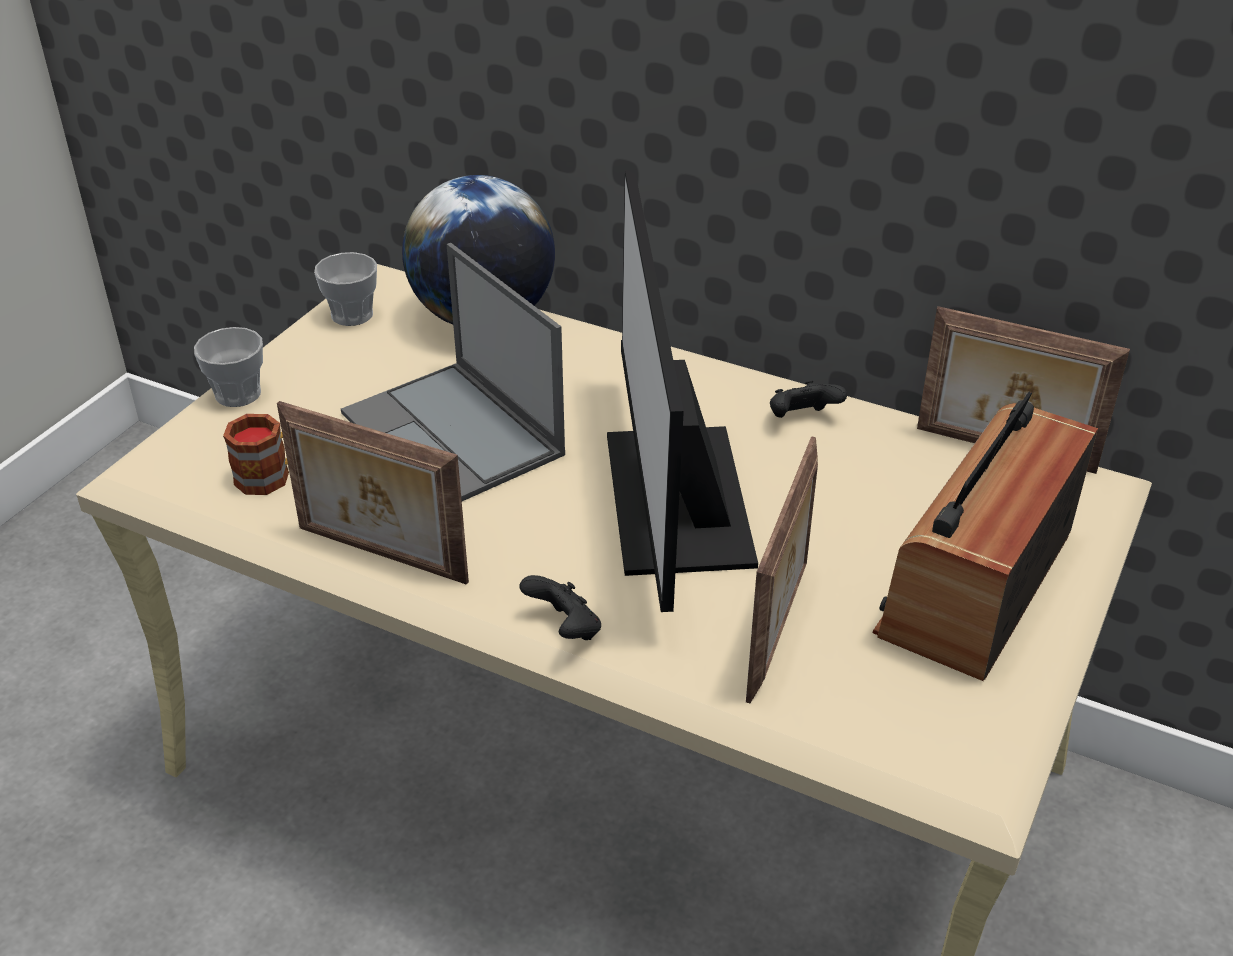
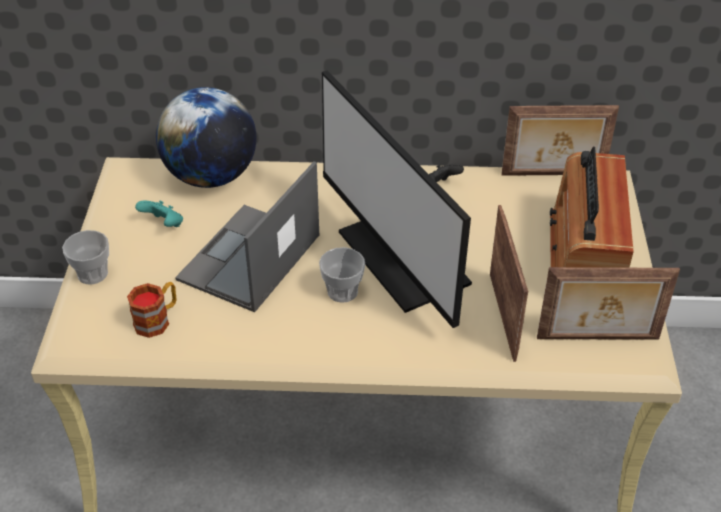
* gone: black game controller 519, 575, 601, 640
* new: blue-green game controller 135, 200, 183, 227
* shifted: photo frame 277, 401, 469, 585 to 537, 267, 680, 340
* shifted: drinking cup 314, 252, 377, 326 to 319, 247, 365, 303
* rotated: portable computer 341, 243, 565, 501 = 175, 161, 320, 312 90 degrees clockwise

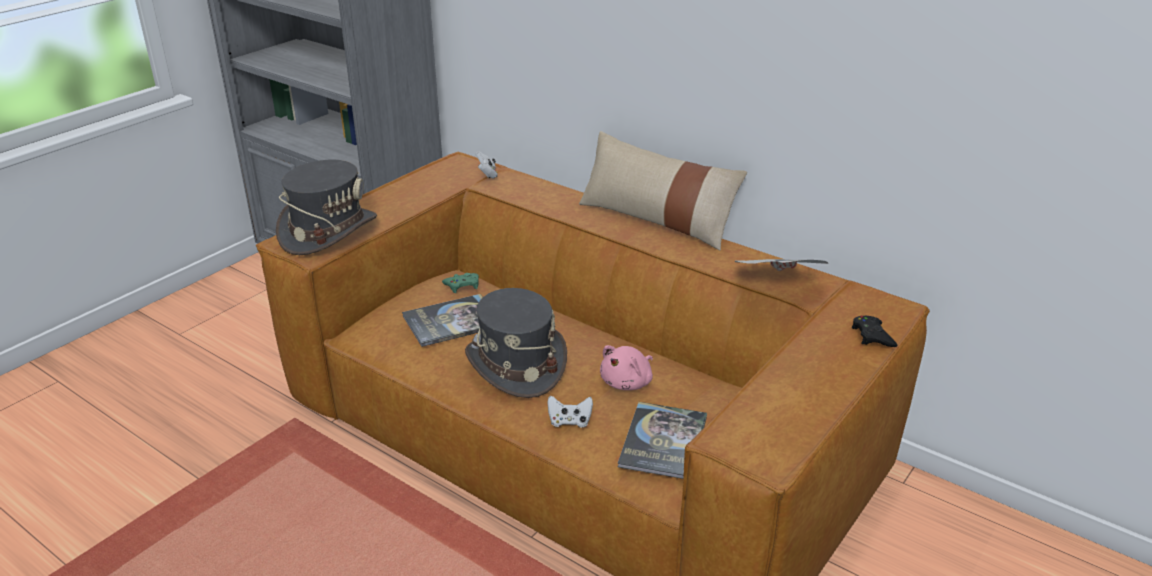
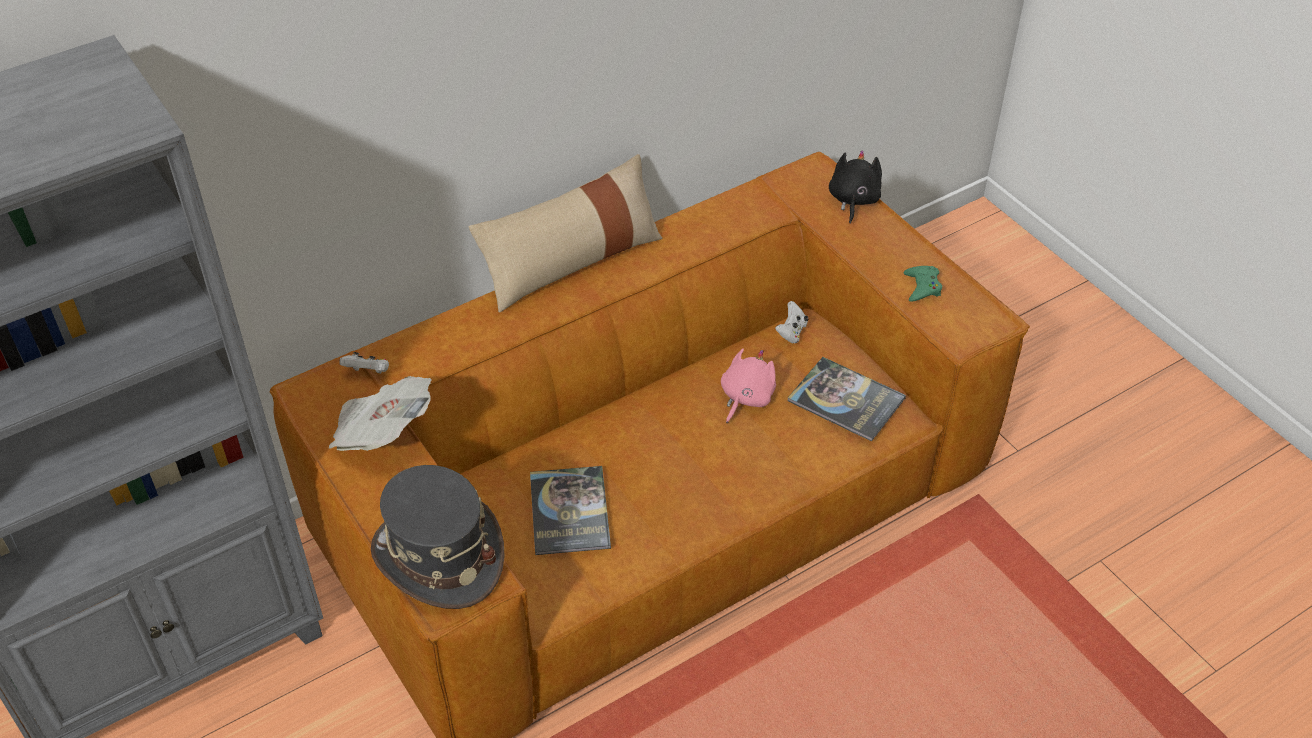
* gone: greyish hat 465, 288, 567, 398
* shifted: green game controller 442, 273, 479, 293 to 903, 266, 942, 302
* shifted: white-coloured game controller 547, 396, 593, 428 to 775, 301, 809, 343
* shifted: printed paper 735, 259, 828, 271 to 329, 376, 431, 451
* swapped: black game controller 852, 316, 898, 347 to black plush toy 829, 150, 882, 224
* rotated: pink plush toy 600, 345, 653, 390 = 721, 349, 776, 423 120 degrees counterclockwise

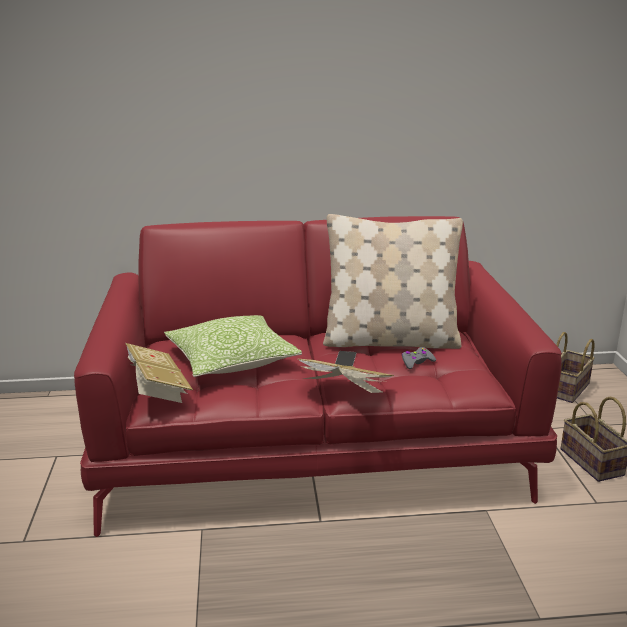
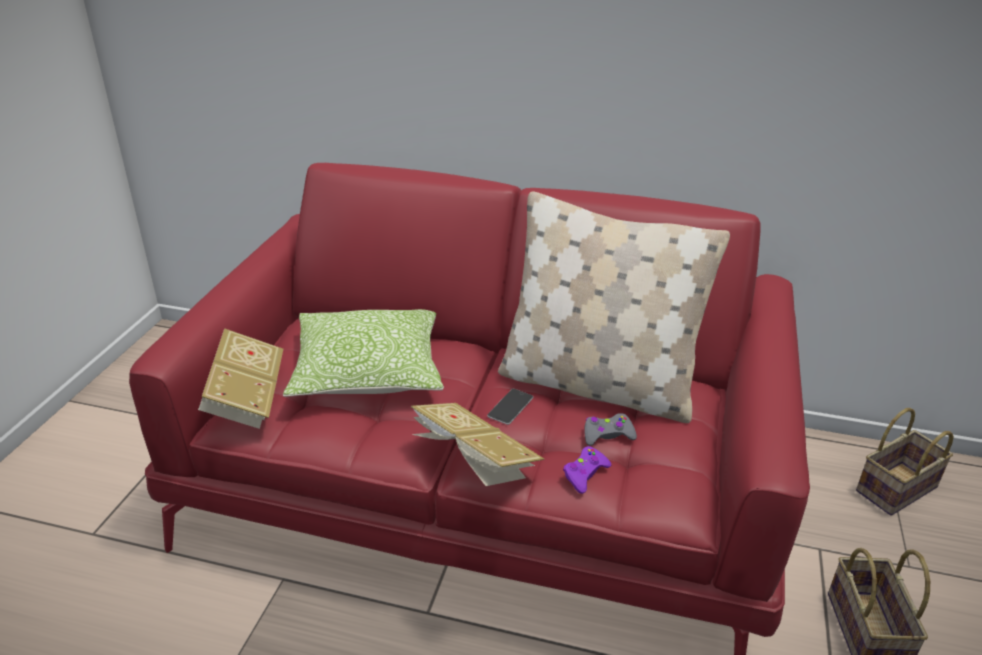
* new: purplish game controller 563, 446, 611, 494

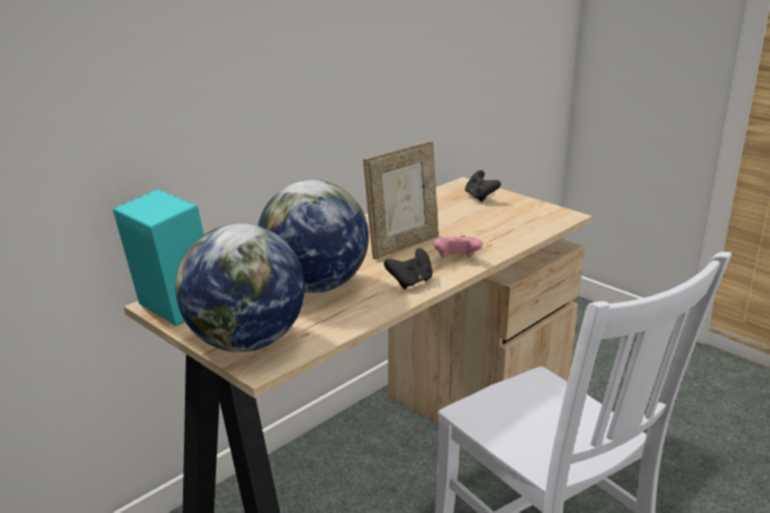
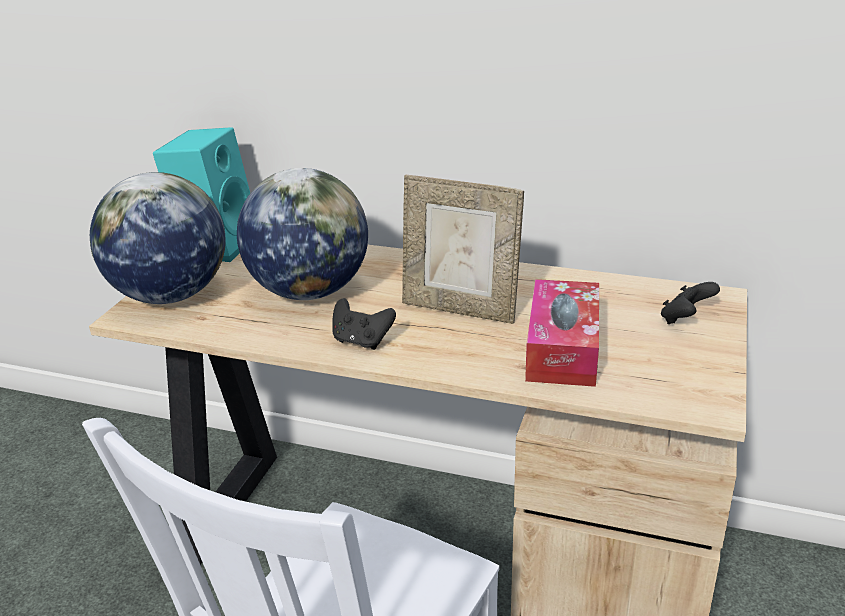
* gone: pink game controller 434, 235, 483, 257
* new: tissue box 525, 279, 599, 387

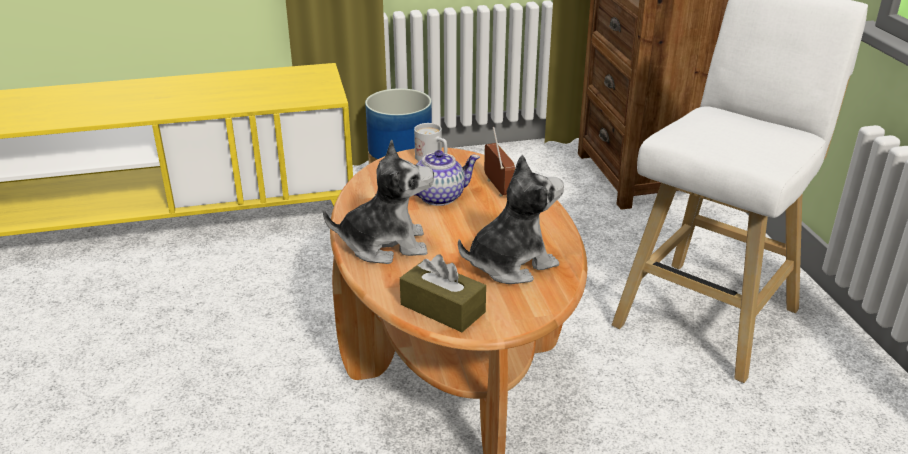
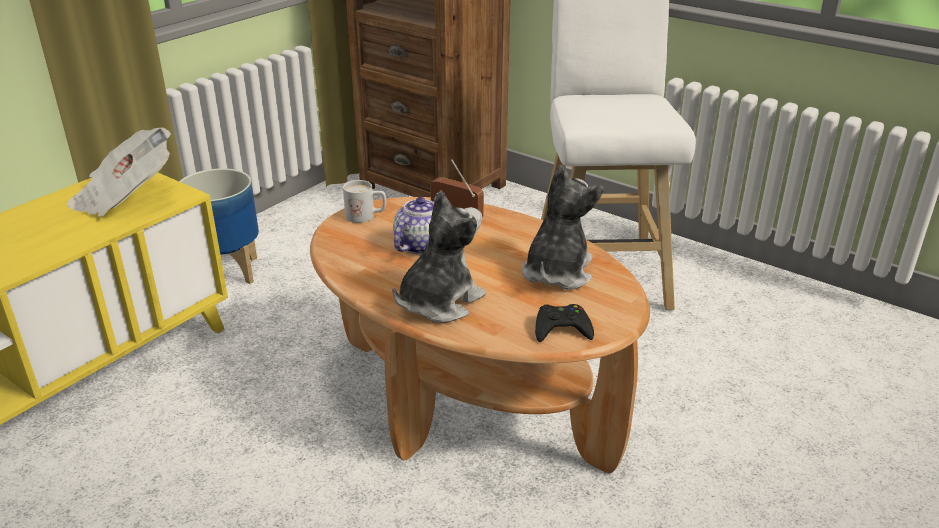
* new: printed paper 67, 127, 171, 217
* swapped: brown tissue box 400, 255, 486, 332 to black game controller 535, 304, 594, 342

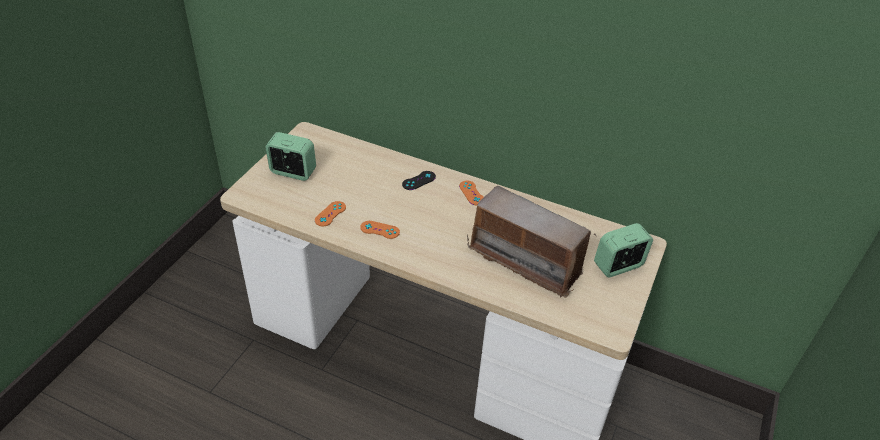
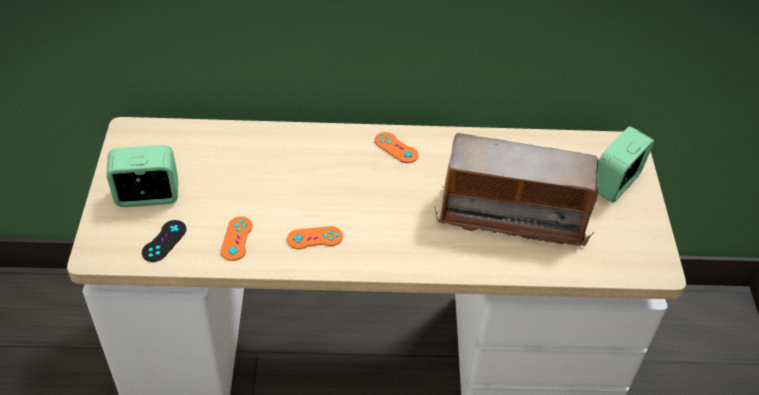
* shifted: black game controller 402, 171, 436, 190 to 142, 220, 187, 262

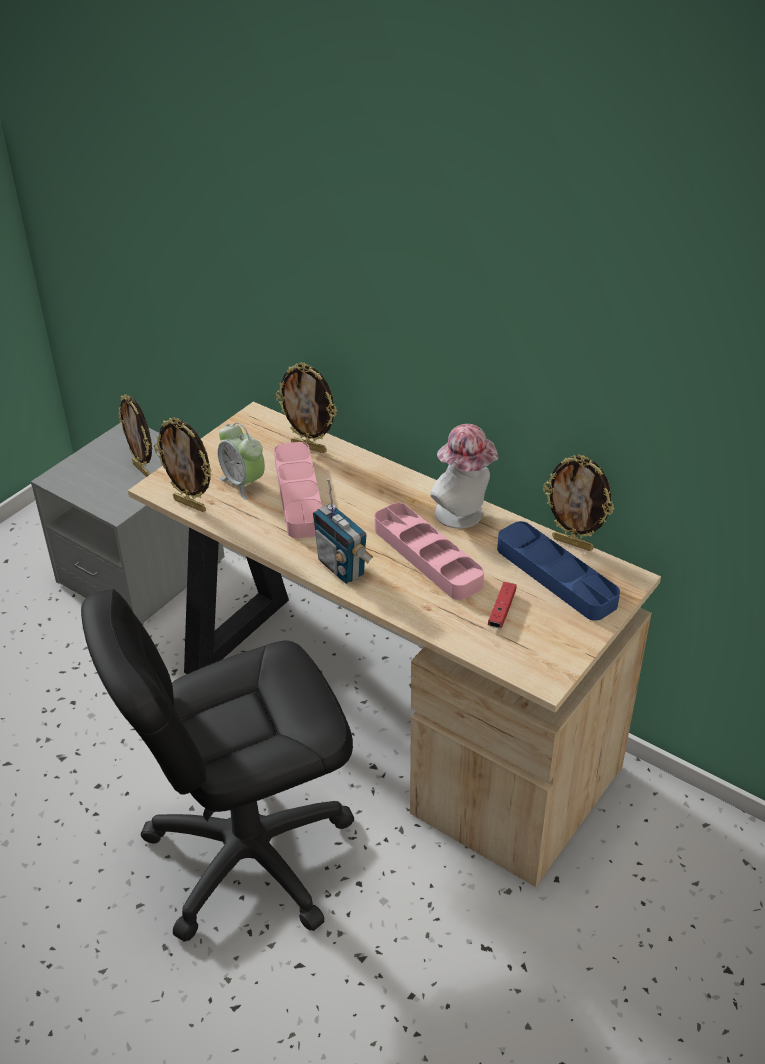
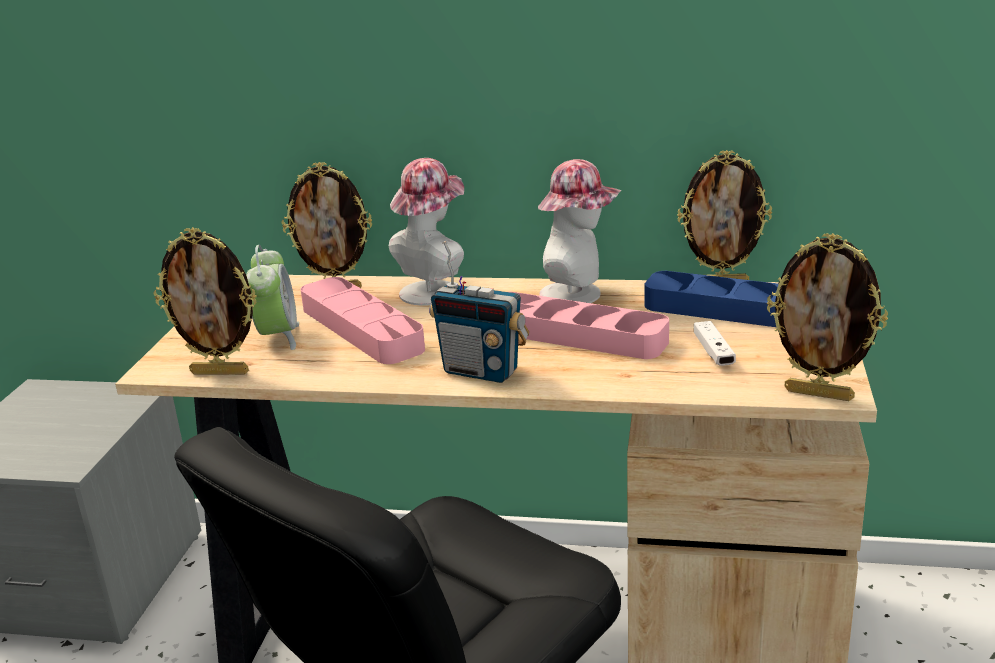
* new: hat 389, 158, 464, 306
* shifted: photo frame 118, 395, 152, 477 to 767, 233, 888, 401
* repainted: red game controller 488, 582, 517, 628 to white-coloured game controller 694, 321, 736, 366
* rotated: bedside clock 218, 422, 265, 500 = 246, 245, 299, 350 120 degrees counterclockwise

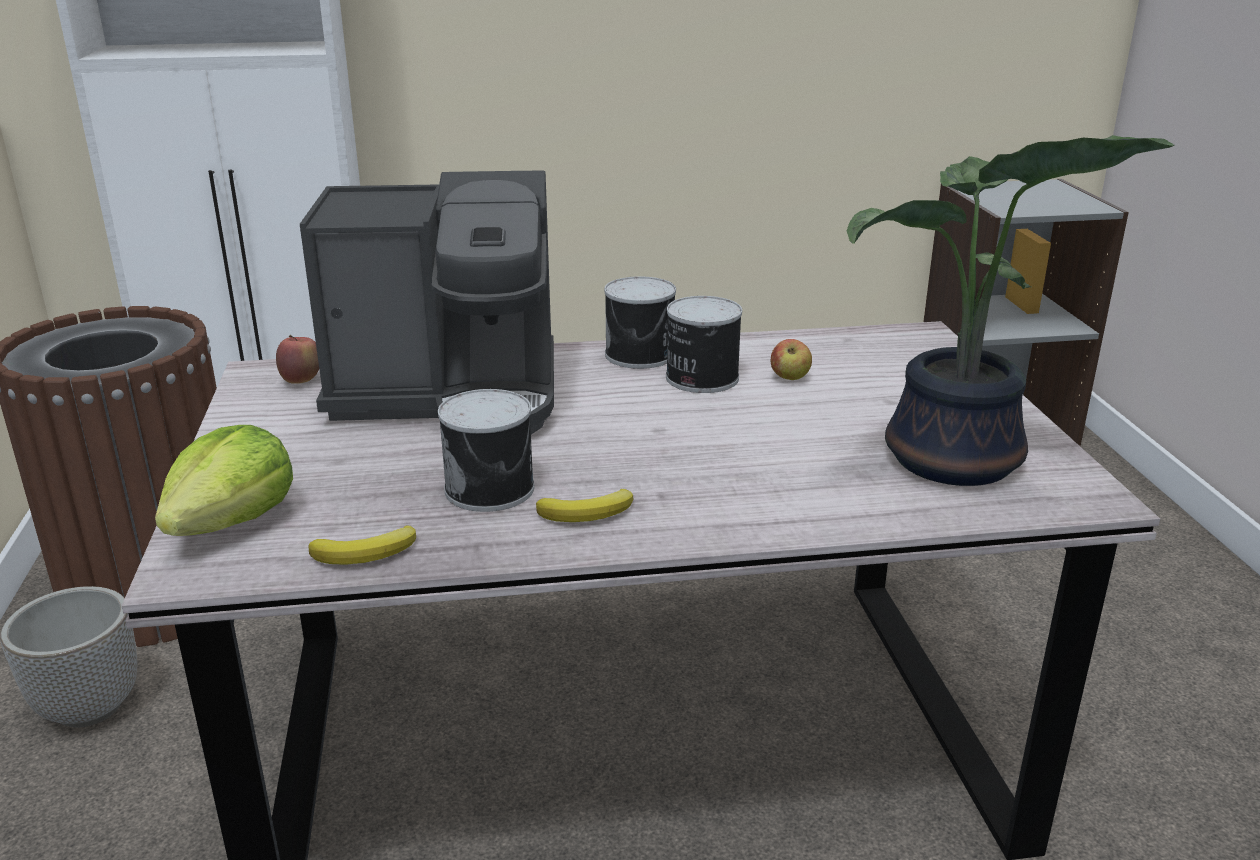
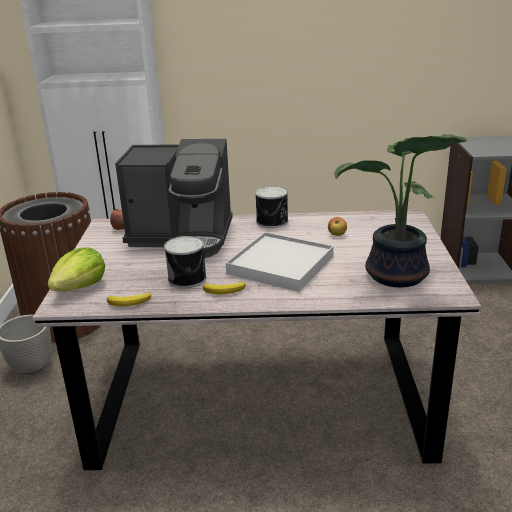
* gone: metal can 666, 296, 742, 393
* new: white-coloured serving tray 226, 232, 334, 292

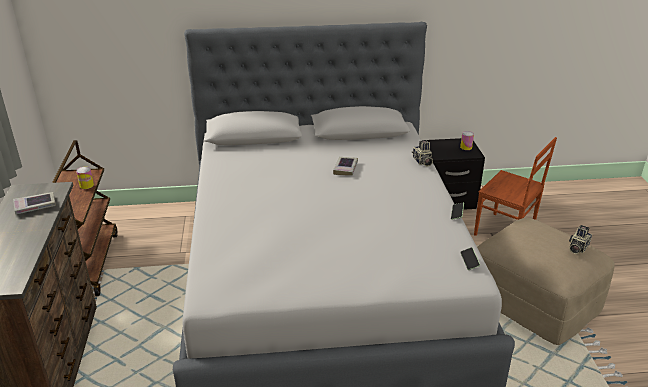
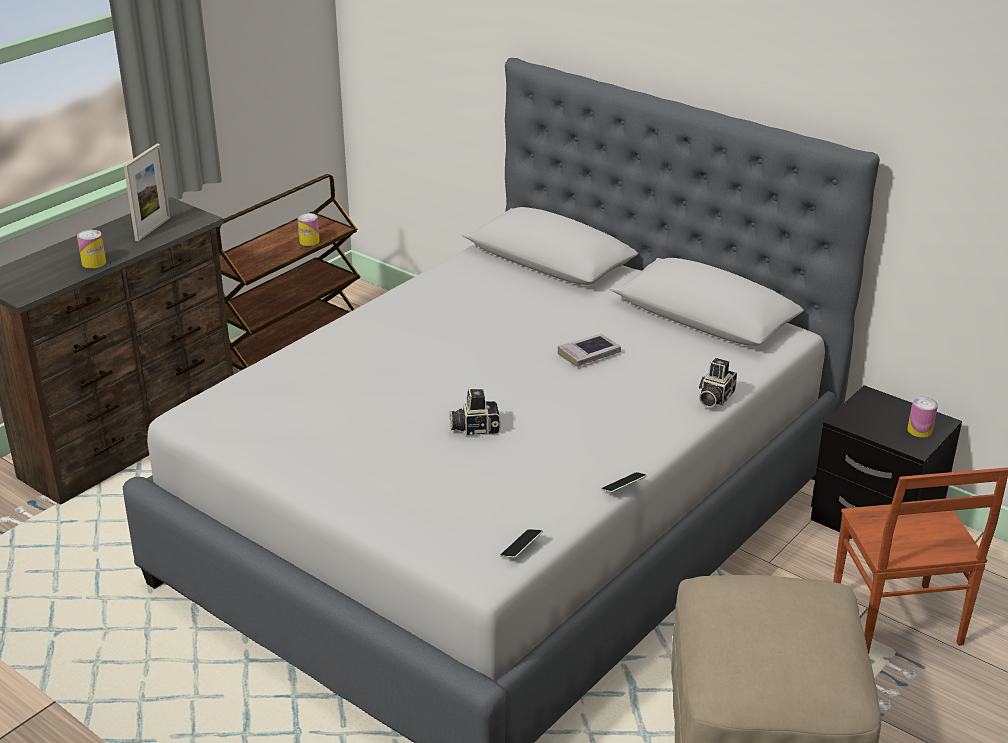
* new: metal can 77, 230, 106, 269
* shifted: photo camera 569, 225, 592, 254 to 450, 388, 501, 436
* swapped: bound book 13, 192, 56, 214 to photo frame 123, 144, 170, 241

